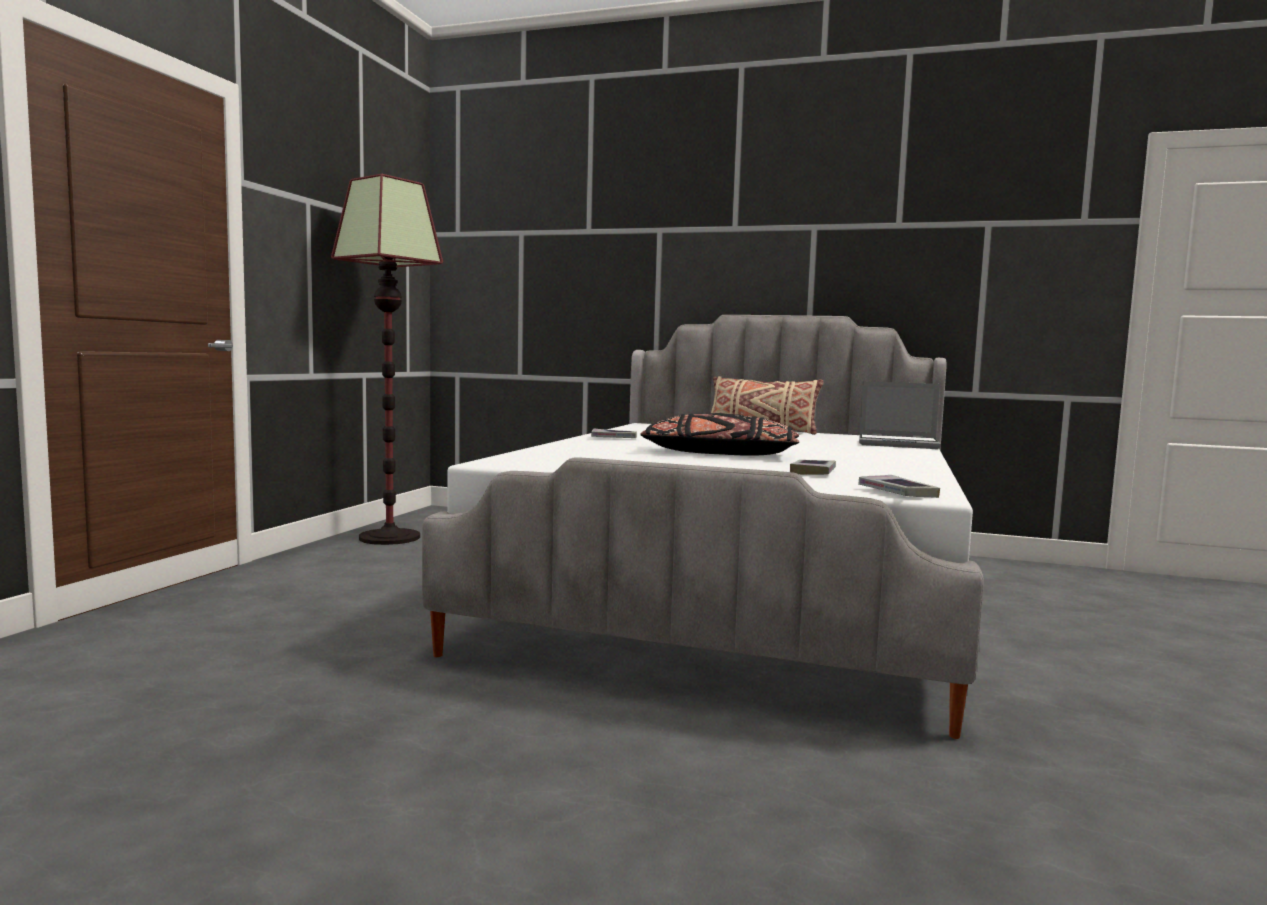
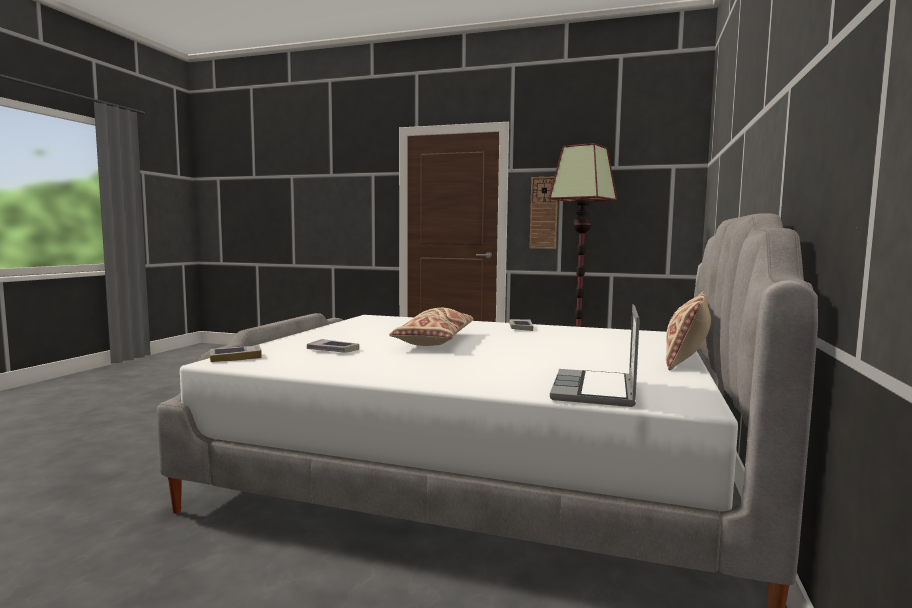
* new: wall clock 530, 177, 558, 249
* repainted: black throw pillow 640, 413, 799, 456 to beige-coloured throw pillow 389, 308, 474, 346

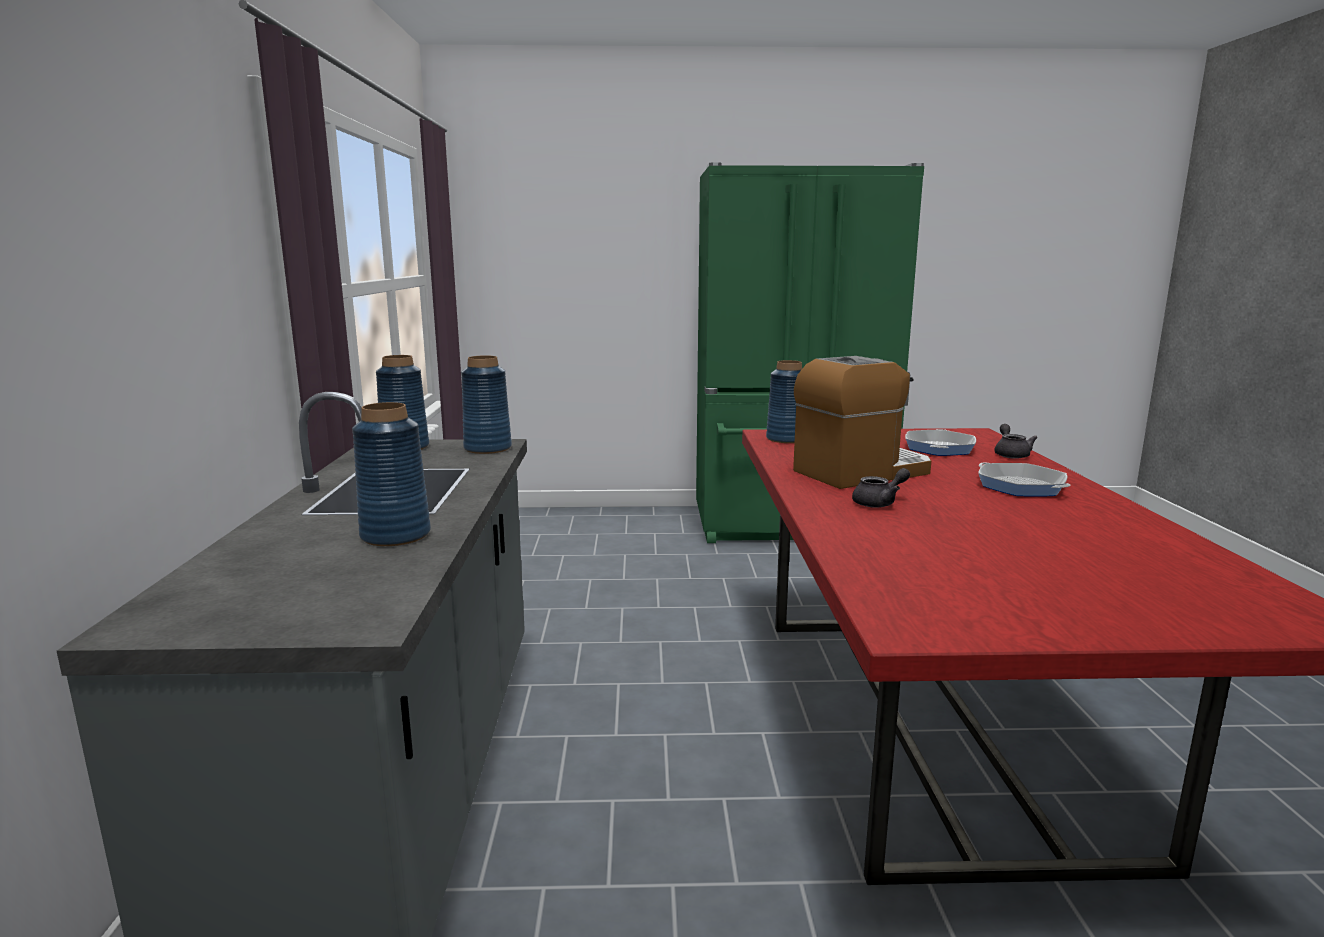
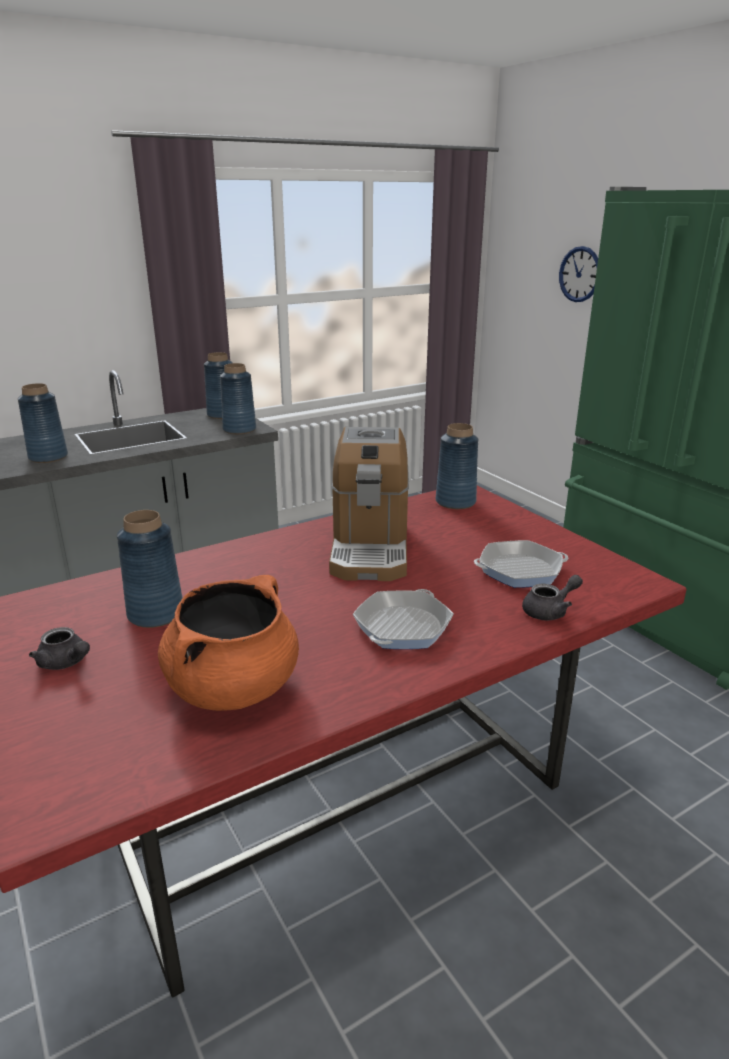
* new: blue-coloured decorative vase 117, 510, 182, 628
* new: orangey stockpot 158, 575, 299, 711
* new: wall clock 559, 246, 598, 302
* shifted: greyish teapot 852, 468, 910, 508 to 29, 627, 90, 670
* rotated: coffee machine 793, 356, 931, 489 = 329, 427, 409, 581 60 degrees clockwise

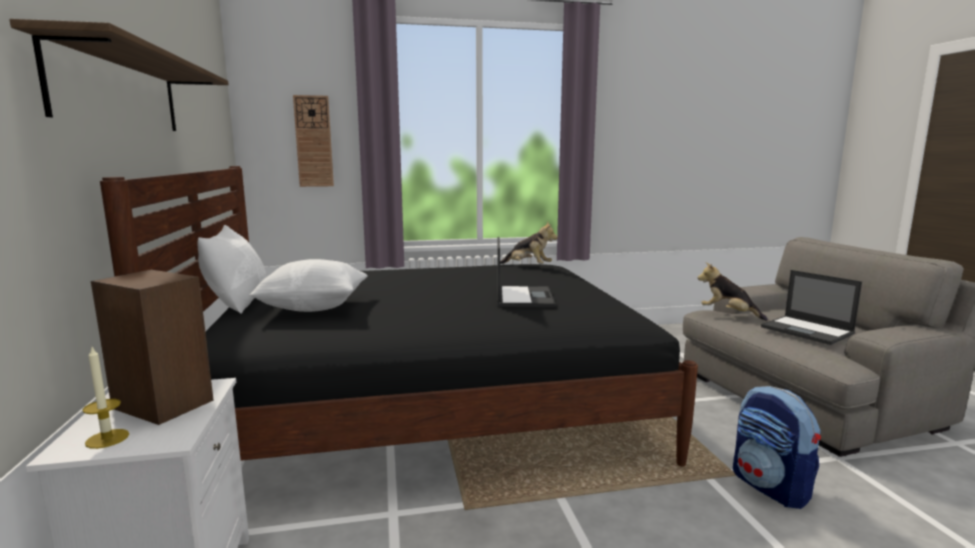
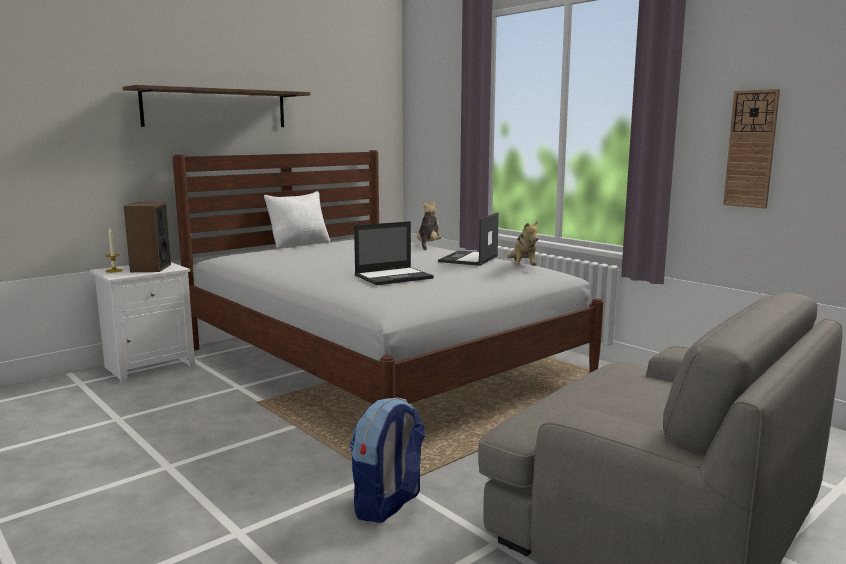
* gone: white-coloured throw pillow 250, 259, 368, 312
* shifted: wall clock 293, 95, 334, 187 to 723, 89, 780, 209
* shifted: plush toy 698, 262, 768, 321 to 417, 202, 442, 250
* shifted: portable computer 761, 270, 862, 345 to 438, 212, 499, 266
* repainted: black bed 100, 166, 698, 466 to white-coloured bed 173, 150, 603, 404

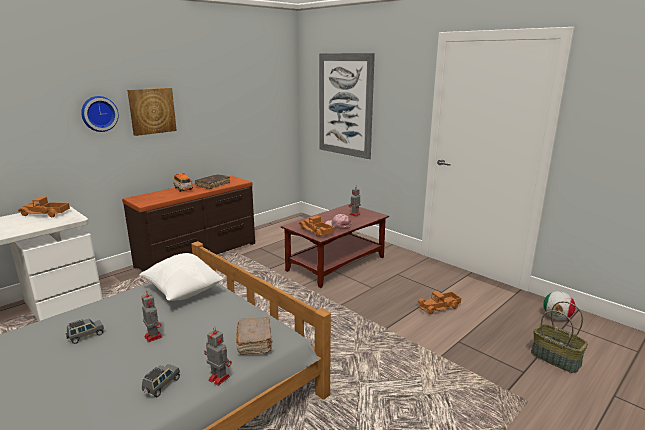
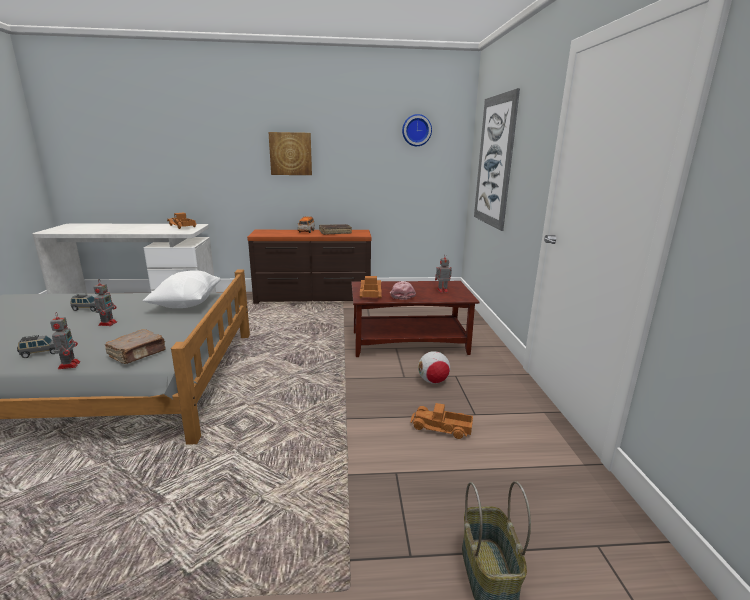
* shifted: wall clock 81, 96, 118, 132 to 402, 114, 432, 146
* shifted: ball for football 543, 291, 576, 320 to 418, 351, 450, 384

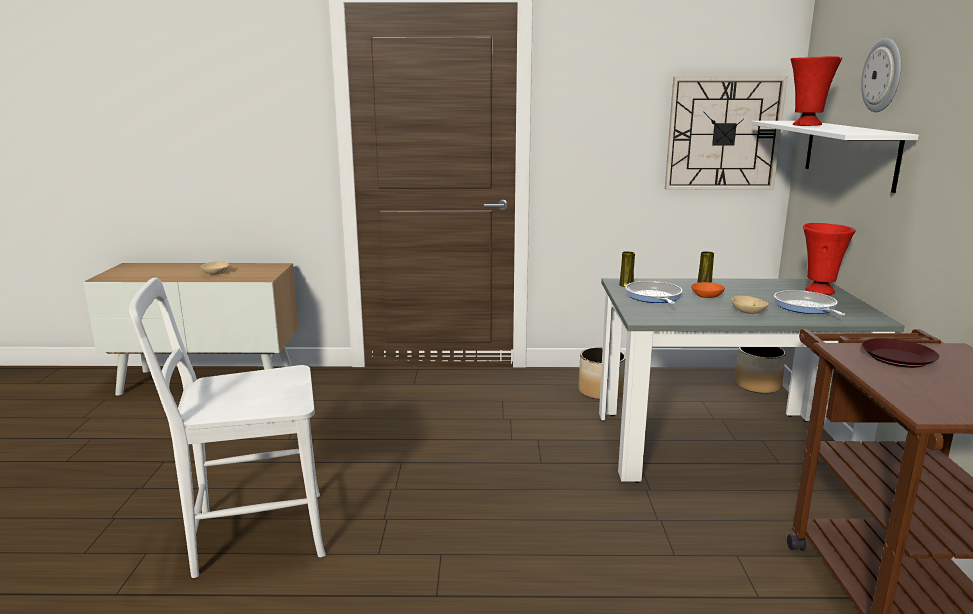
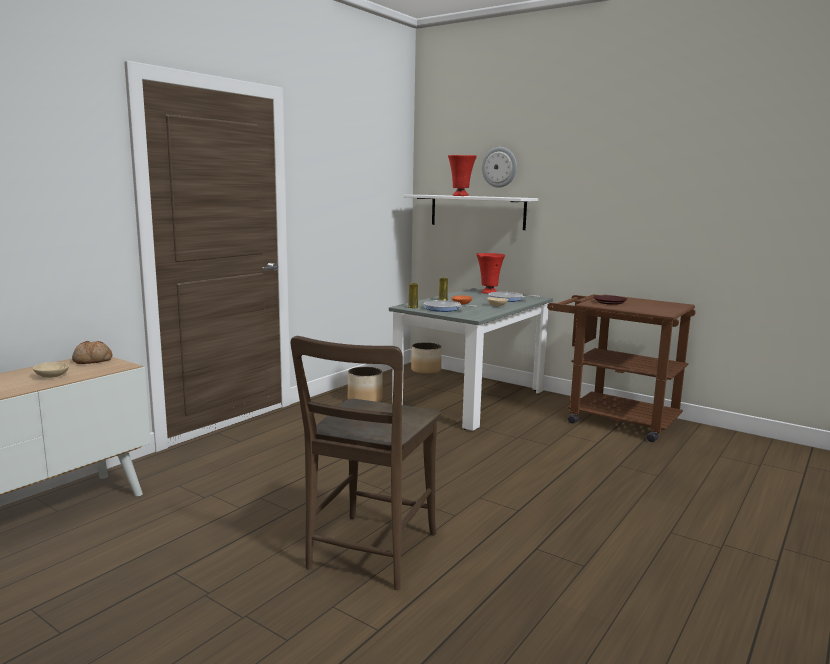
* gone: wall clock 665, 77, 788, 190
* new: bread 72, 341, 112, 364
* repainted: white-coloured chair 129, 278, 326, 578 to brown chair 291, 336, 441, 590

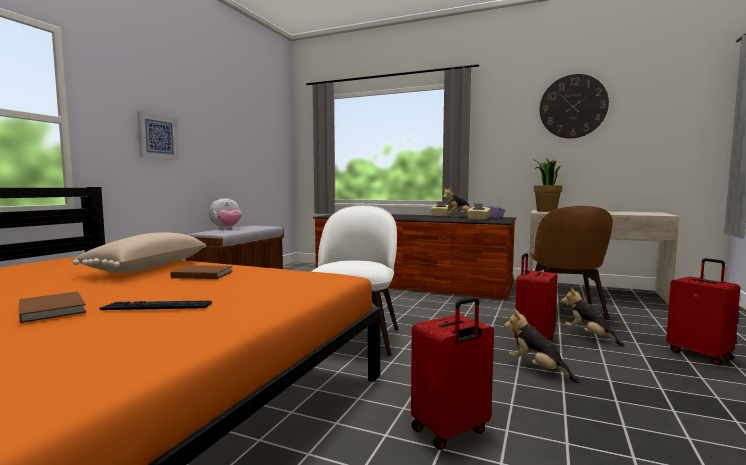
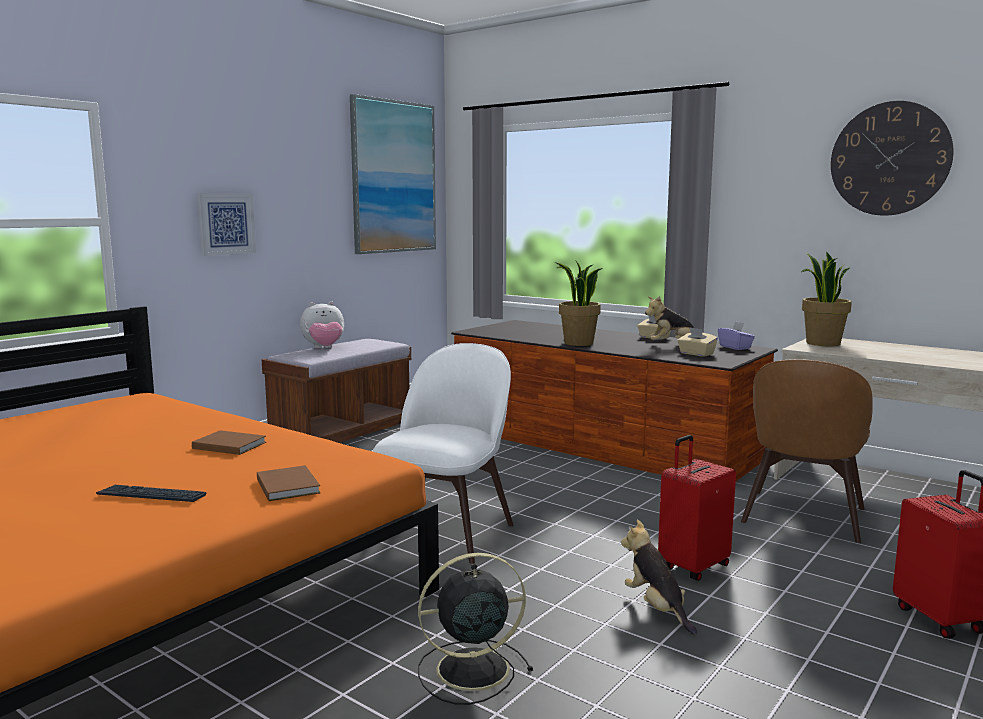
* gone: beige-coloured throw pillow 72, 232, 206, 273
* gone: plush toy 561, 287, 625, 347
* new: wall art 350, 94, 436, 254
* new: houseplant 555, 260, 603, 346
* shifted: brown bound book 19, 291, 86, 323 to 257, 465, 320, 501
* swapped: red travel case 411, 297, 494, 450 to black electric fan 418, 553, 533, 705

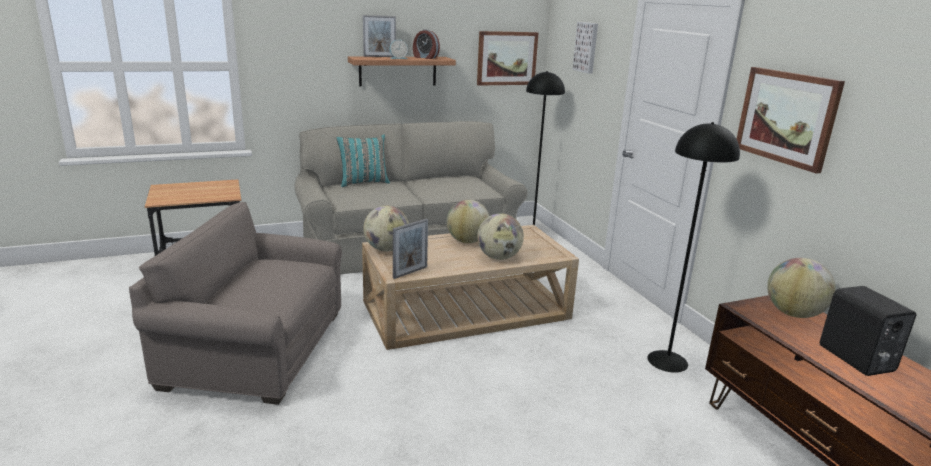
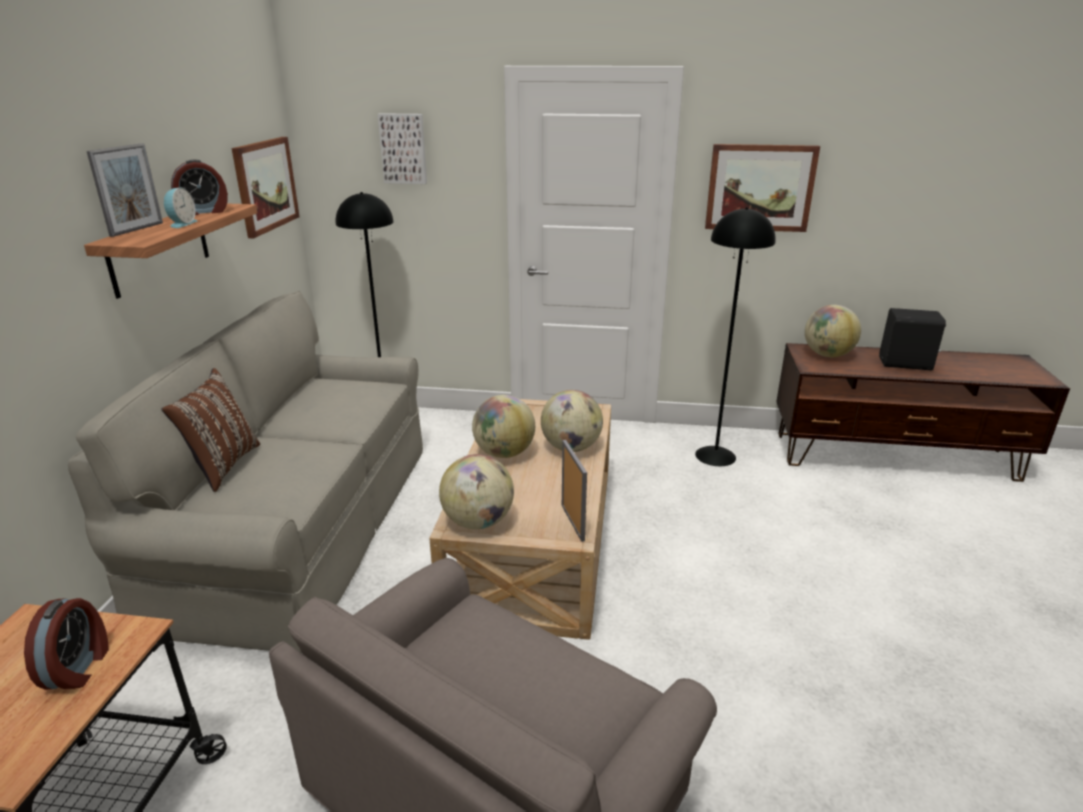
* new: bedside clock 24, 598, 109, 689
* repainted: blue-green throw pillow 336, 134, 390, 187 to brown throw pillow 161, 368, 260, 492

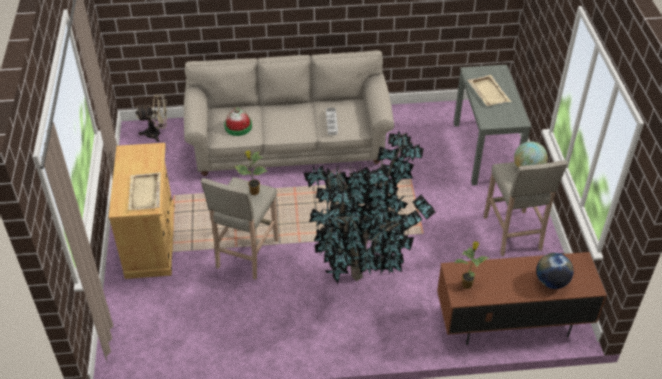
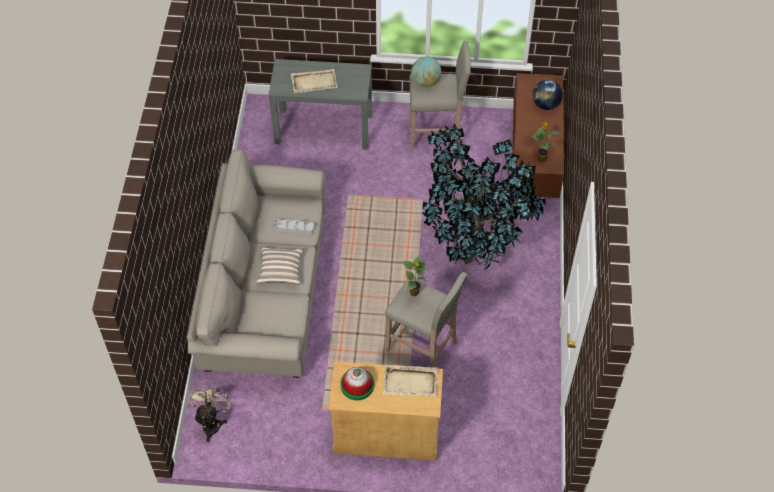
* new: throw pillow 256, 247, 303, 285
* shifted: hat 224, 107, 252, 136 to 340, 367, 374, 400

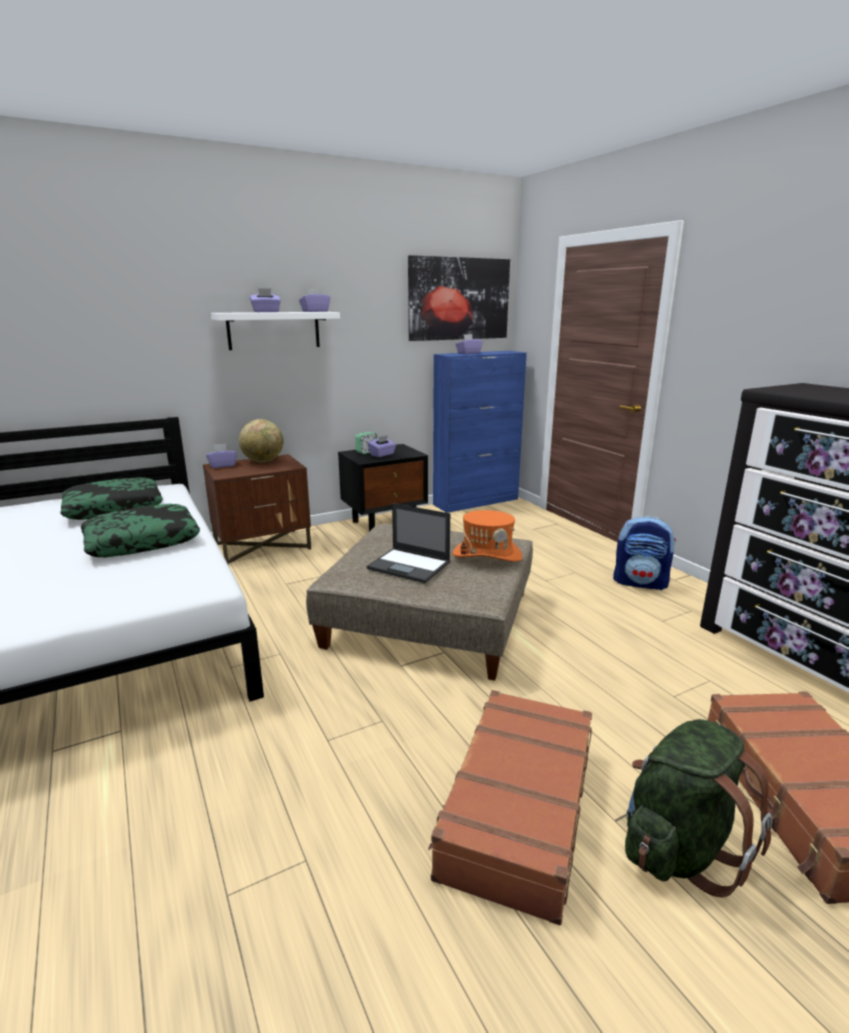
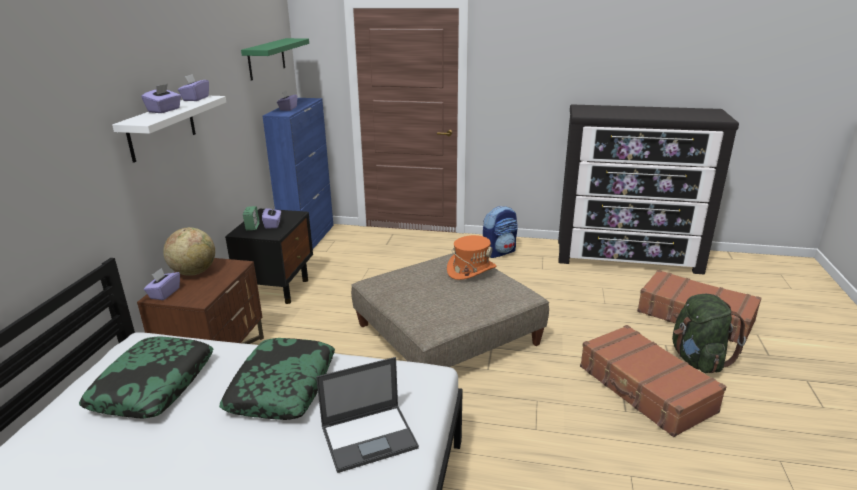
* shifted: portable computer 367, 503, 450, 583 to 316, 357, 419, 473
* swapped: wall art 408, 255, 510, 341 to green bracket shelf 241, 38, 309, 80

